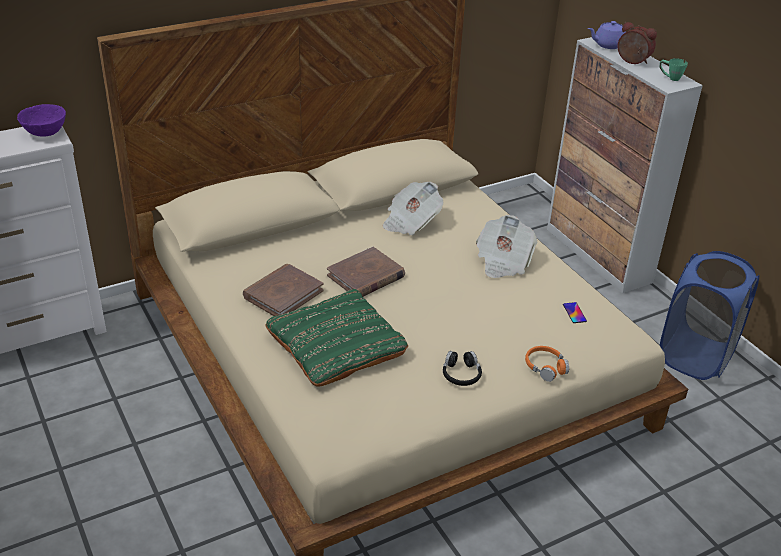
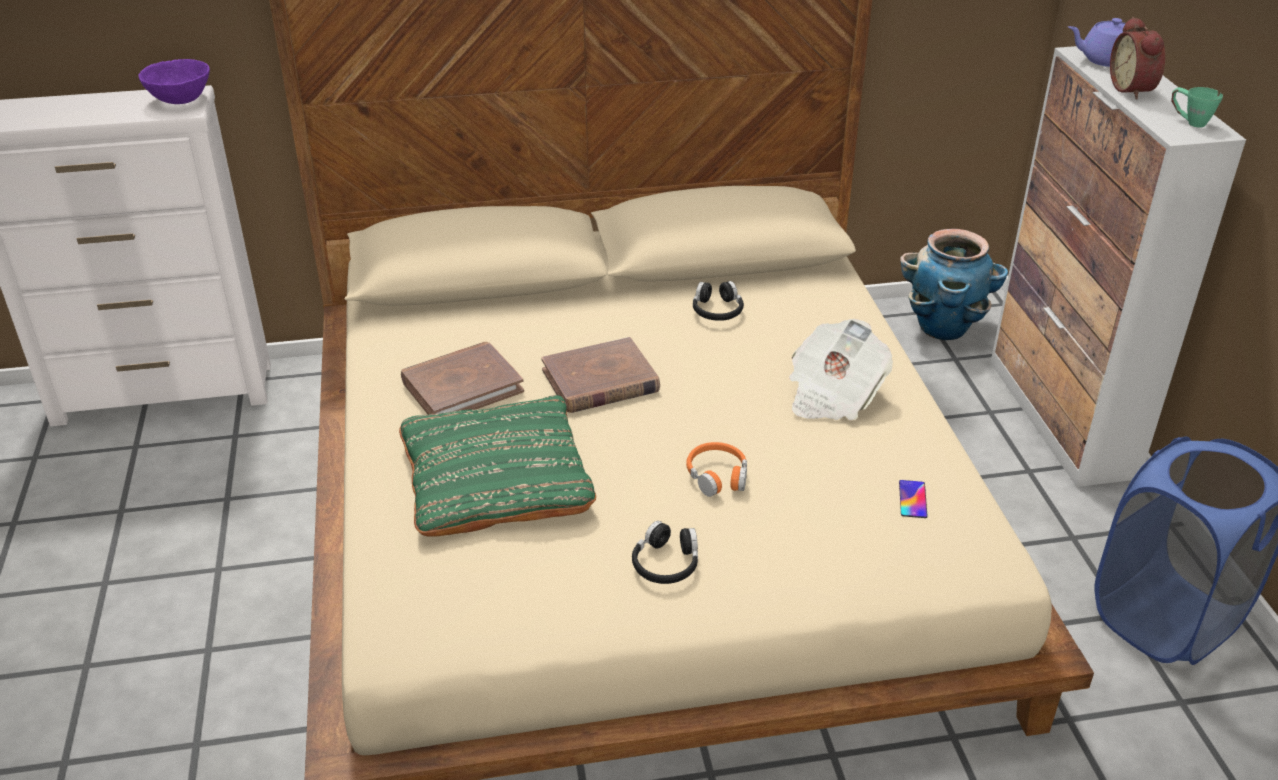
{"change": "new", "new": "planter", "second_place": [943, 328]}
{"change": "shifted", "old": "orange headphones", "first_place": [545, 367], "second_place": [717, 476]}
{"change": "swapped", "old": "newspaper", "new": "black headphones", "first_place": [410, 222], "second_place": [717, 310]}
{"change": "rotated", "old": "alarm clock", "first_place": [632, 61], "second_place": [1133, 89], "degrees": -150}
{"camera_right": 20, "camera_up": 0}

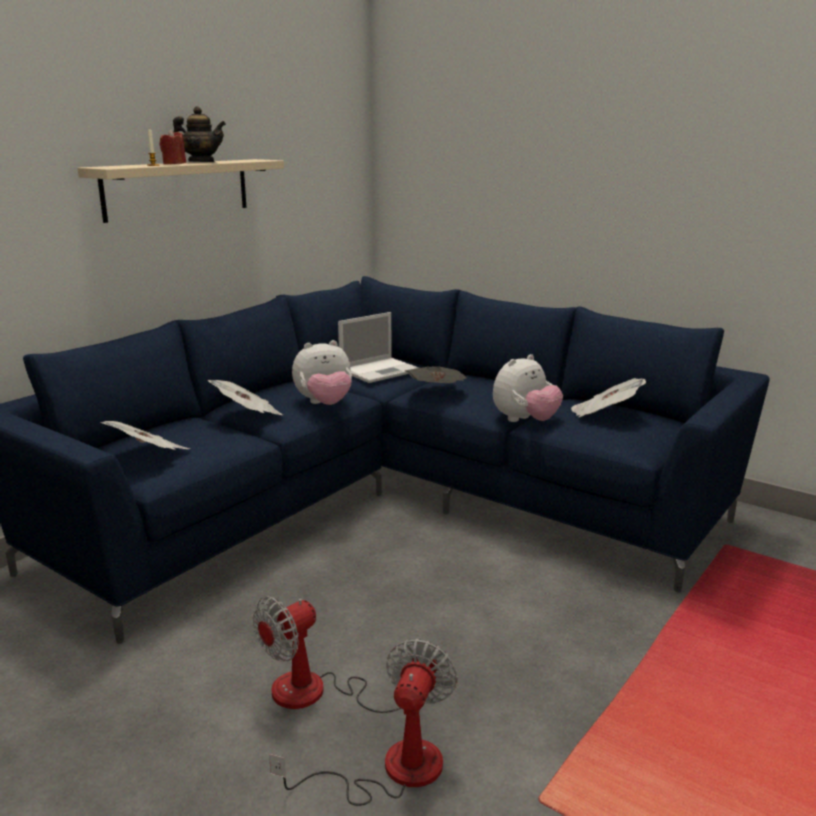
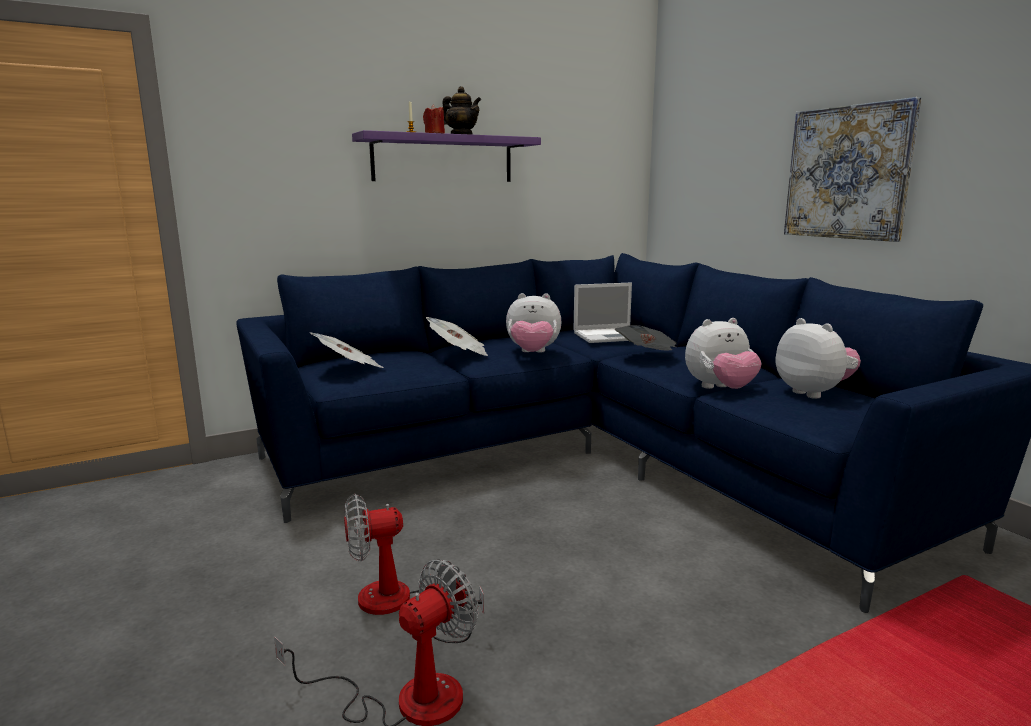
{"change": "new", "new": "picture", "second_place": [847, 173]}
{"change": "swapped", "old": "newspaper", "new": "plush toy", "first_place": [604, 415], "second_place": [813, 393]}
{"change": "repainted", "old": "beige shelf", "new": "purple shelf", "first_place": [177, 189], "second_place": [443, 159]}
{"camera_right": 25, "camera_up": -5}

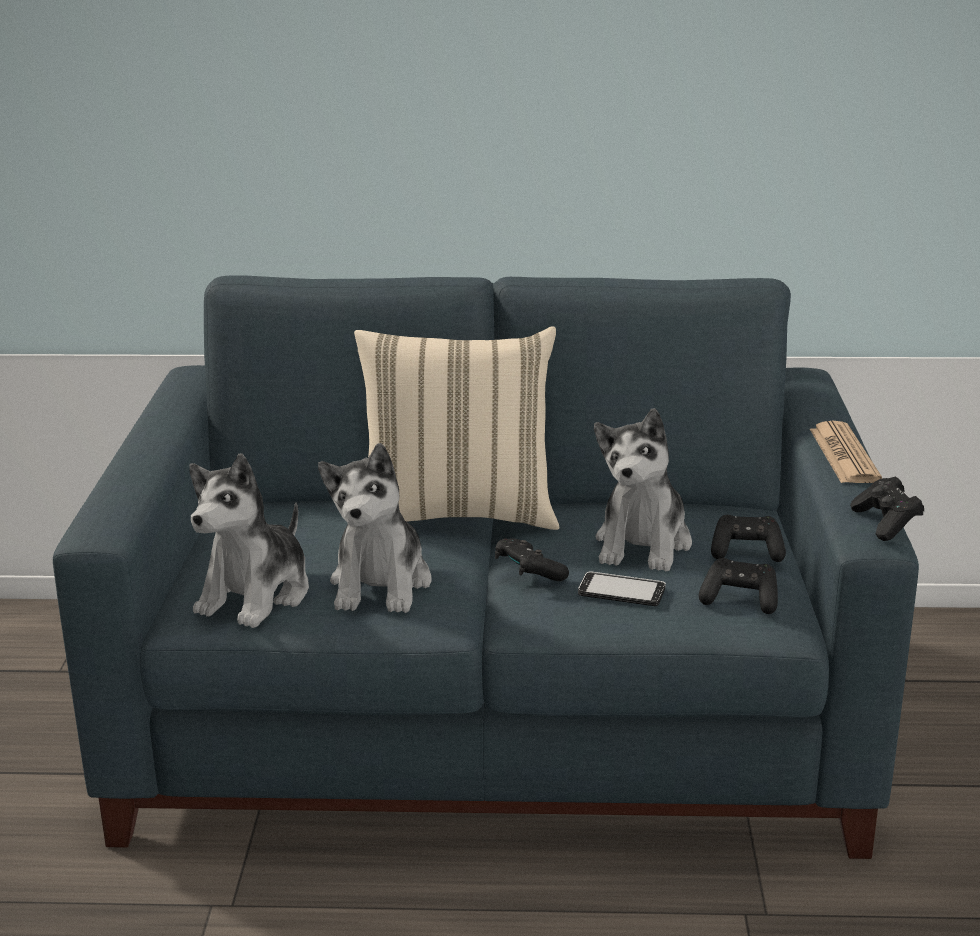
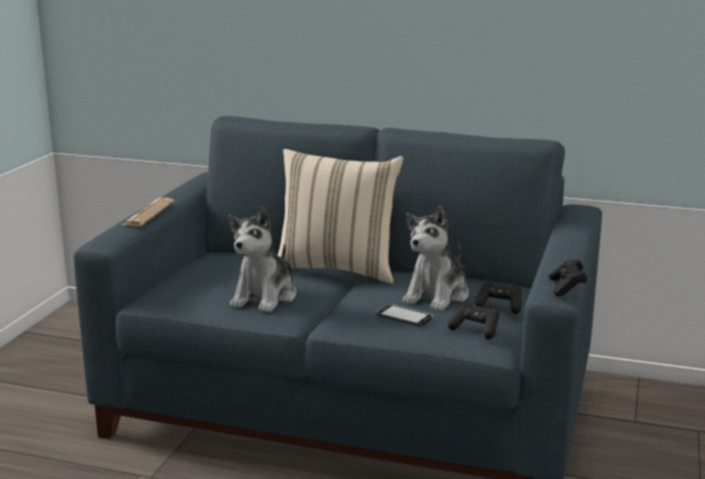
{"change": "gone", "old": "plush toy", "first_place": [256, 595]}
{"change": "gone", "old": "black game controller", "first_place": [528, 573]}
{"change": "shifted", "old": "newspaper", "first_place": [844, 455], "second_place": [148, 214]}
{"camera_right": 15, "camera_up": -5}

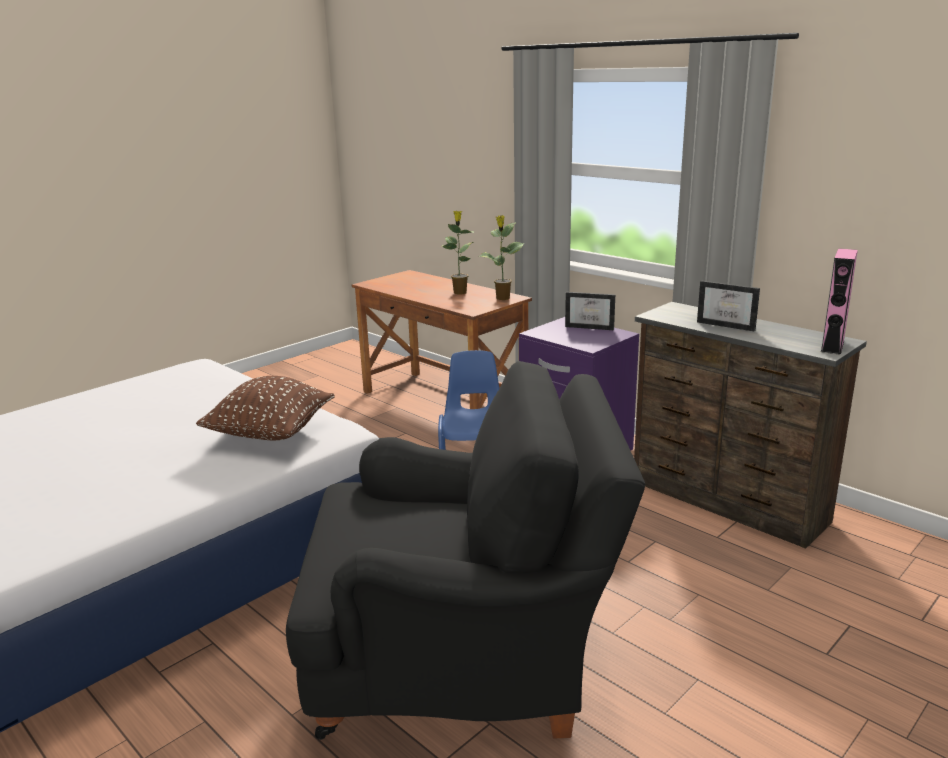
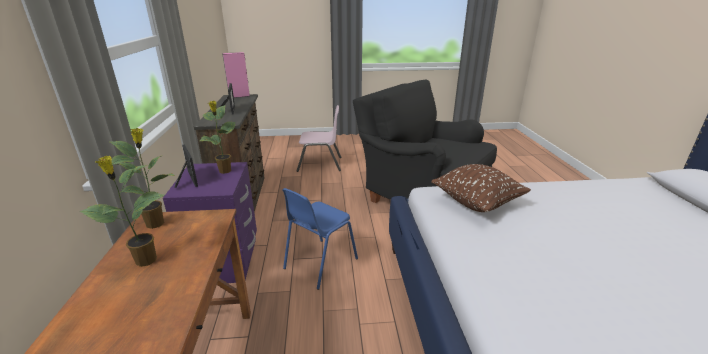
{"change": "new", "new": "potted plant", "second_place": [225, 171]}
{"change": "new", "new": "pink chair", "second_place": [320, 164]}
{"camera_right": -140, "camera_up": 5}

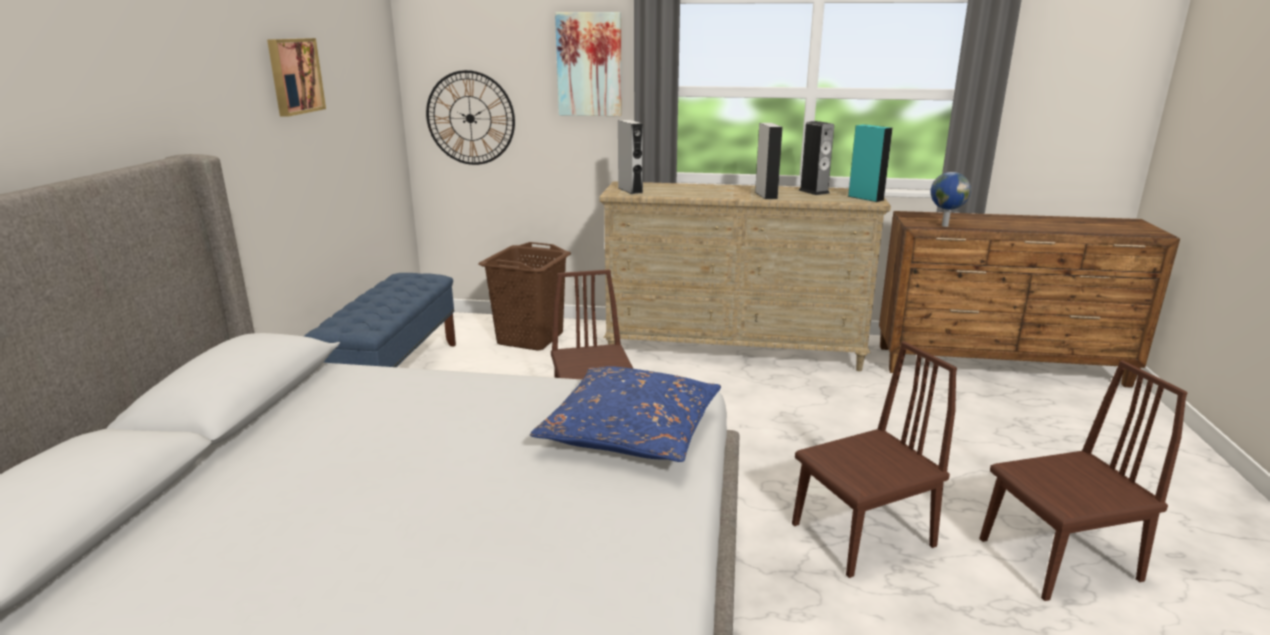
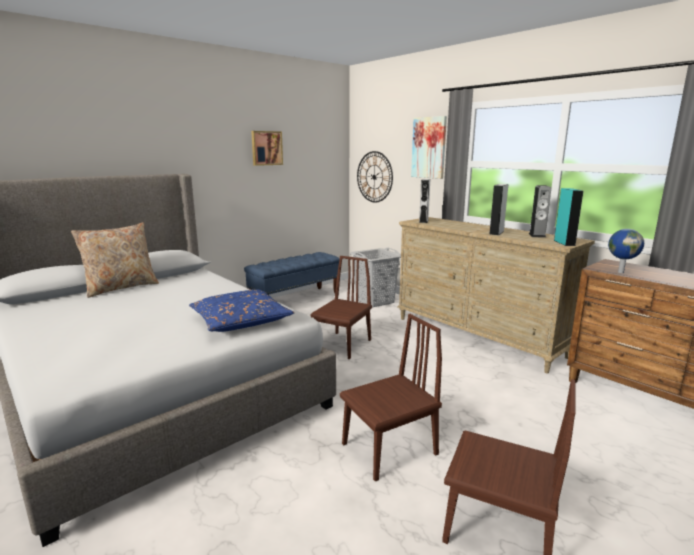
{"change": "new", "new": "beige pillow", "second_place": [121, 287]}
{"change": "repainted", "old": "brown laundry basket", "new": "grey laundry basket", "first_place": [530, 338], "second_place": [375, 301]}
{"change": "rotated", "old": "brown chair", "first_place": [862, 535], "second_place": [389, 449], "degrees": -45}
{"camera_right": 40, "camera_up": -5}

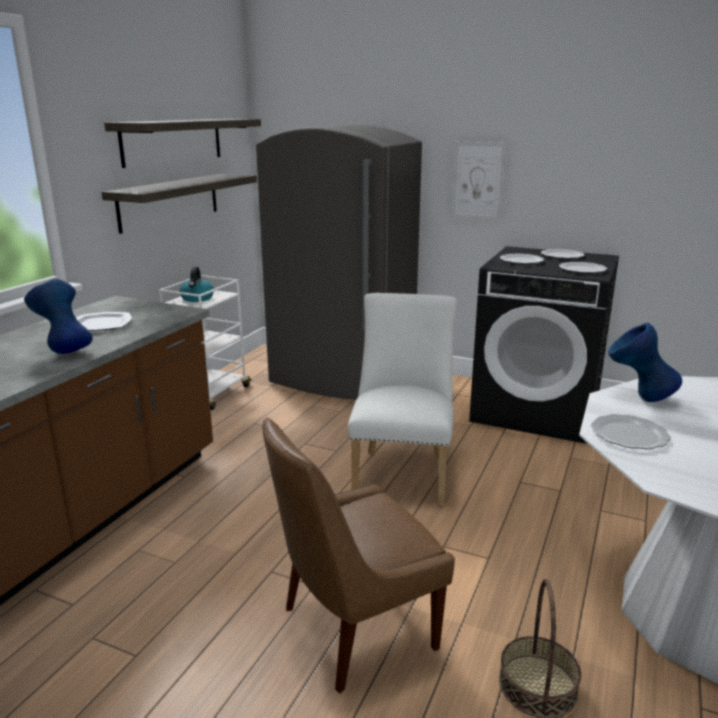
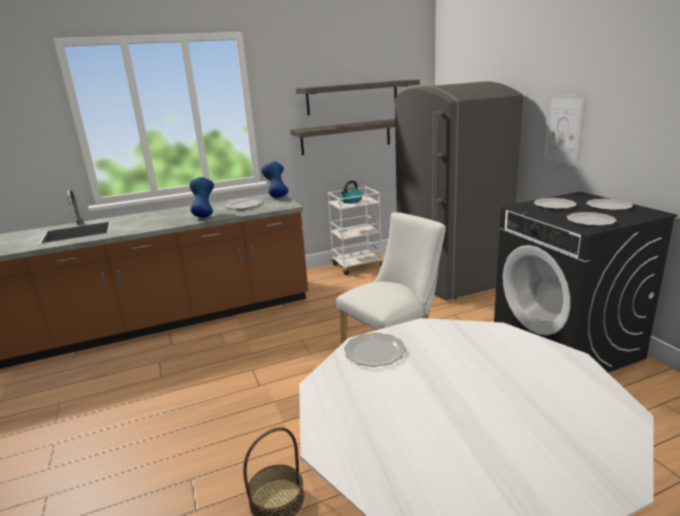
{"change": "gone", "old": "brown chair", "first_place": [353, 630]}
{"change": "shifted", "old": "blue vase", "first_place": [638, 398], "second_place": [276, 196]}
{"camera_right": 45, "camera_up": 0}

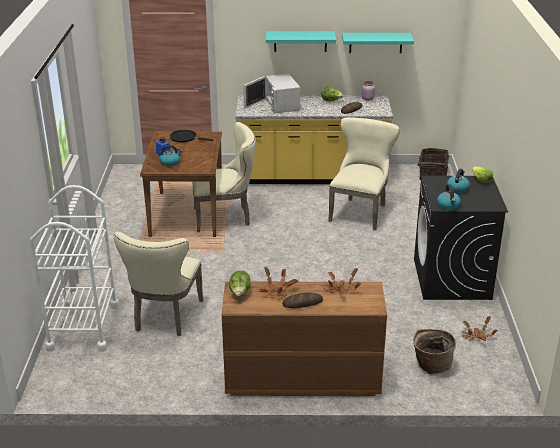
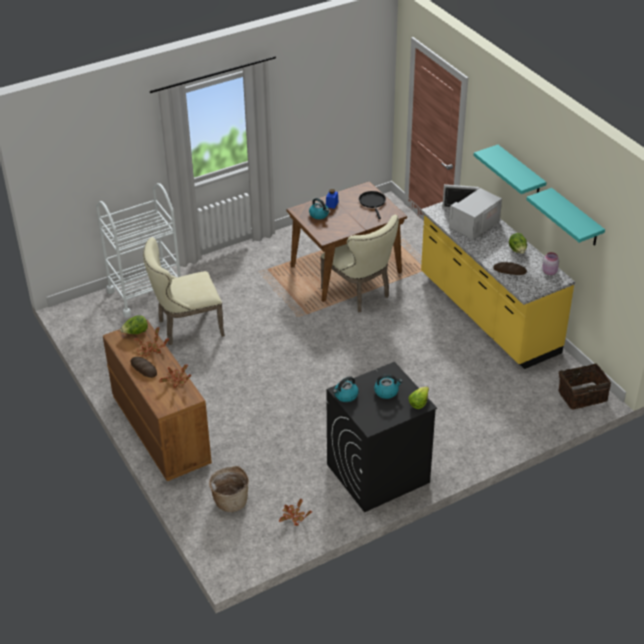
{"change": "gone", "old": "beige chair", "first_place": [360, 211]}
{"camera_right": 60, "camera_up": 10}

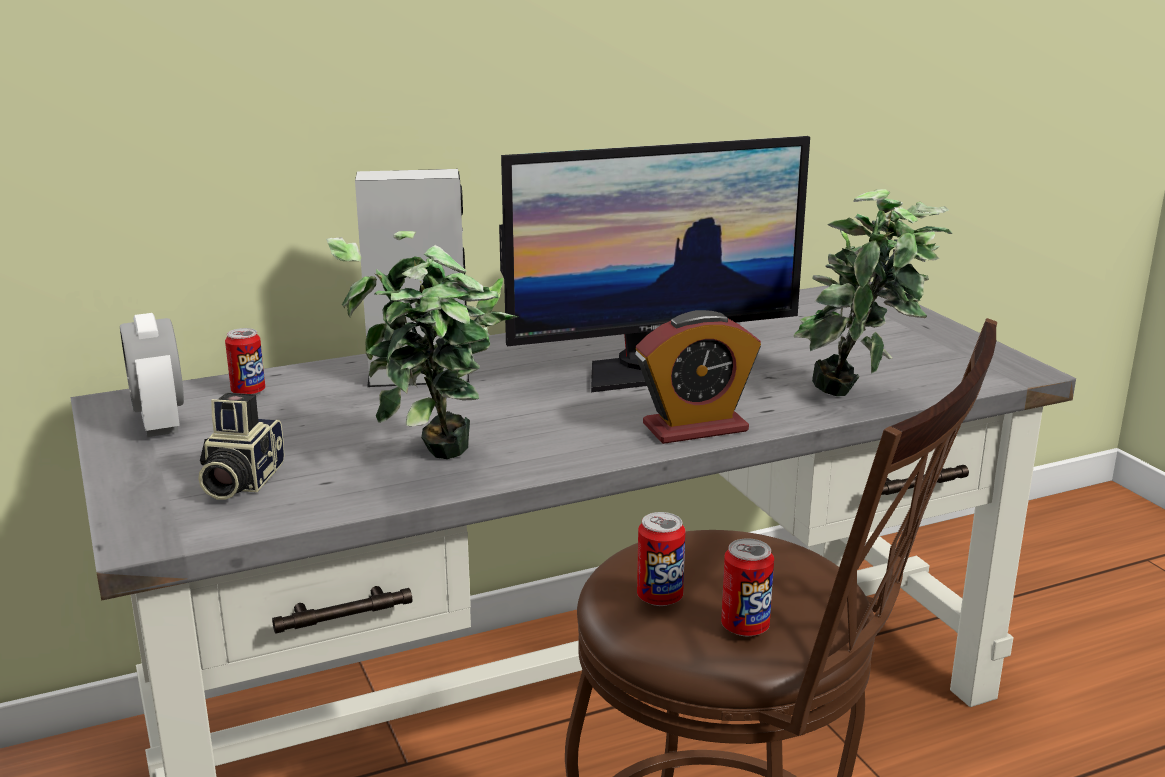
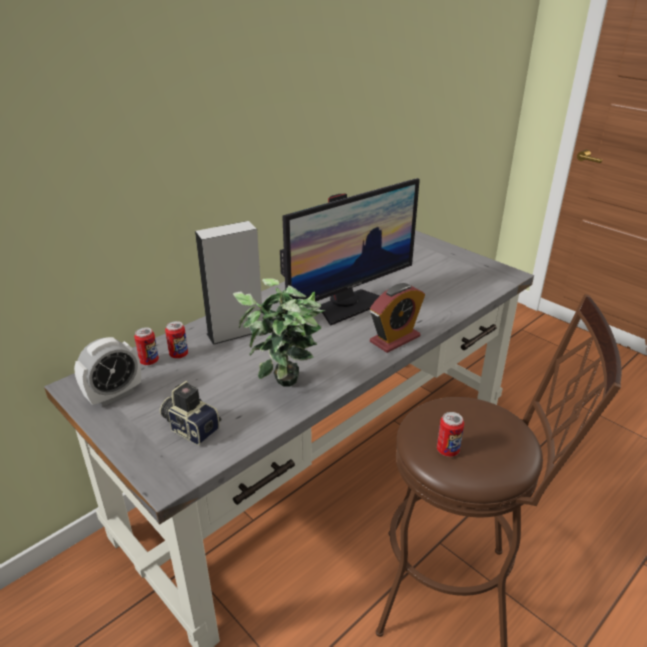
{"change": "gone", "old": "potted plant", "first_place": [859, 396]}
{"change": "shifted", "old": "can", "first_place": [745, 627], "second_place": [179, 354]}
{"change": "rotated", "old": "alarm clock", "first_place": [160, 423], "second_place": [114, 395], "degrees": -90}
{"change": "rotated", "old": "photo camera", "first_place": [239, 481], "second_place": [191, 427], "degrees": 135}
{"camera_right": -20, "camera_up": 10}

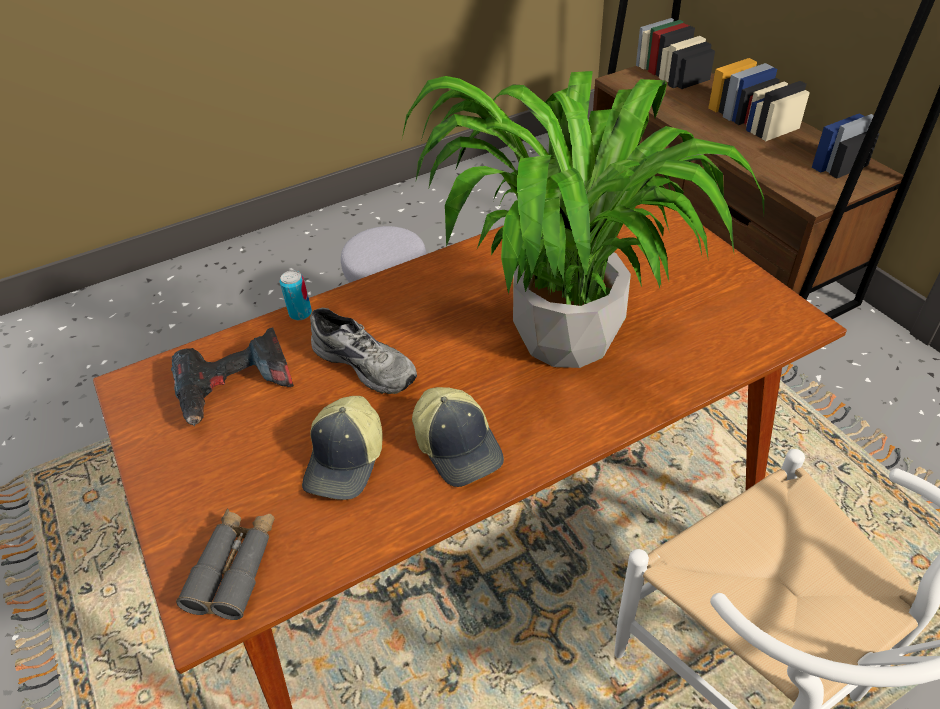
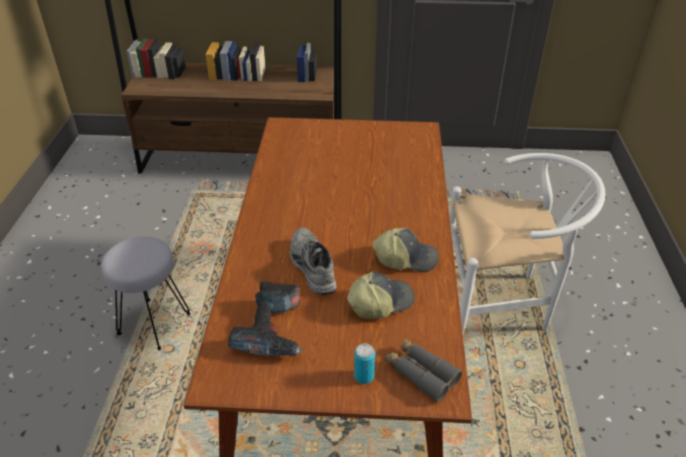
{"change": "gone", "old": "potted plant", "first_place": [569, 336]}
{"change": "shifted", "old": "can", "first_place": [300, 313], "second_place": [364, 376]}
{"change": "rotated", "old": "cap", "first_place": [347, 460], "second_place": [379, 302], "degrees": -75}
{"change": "rotated", "old": "grey shoe", "first_place": [367, 363], "second_place": [310, 267], "degrees": -90}
{"camera_right": -60, "camera_up": -5}

